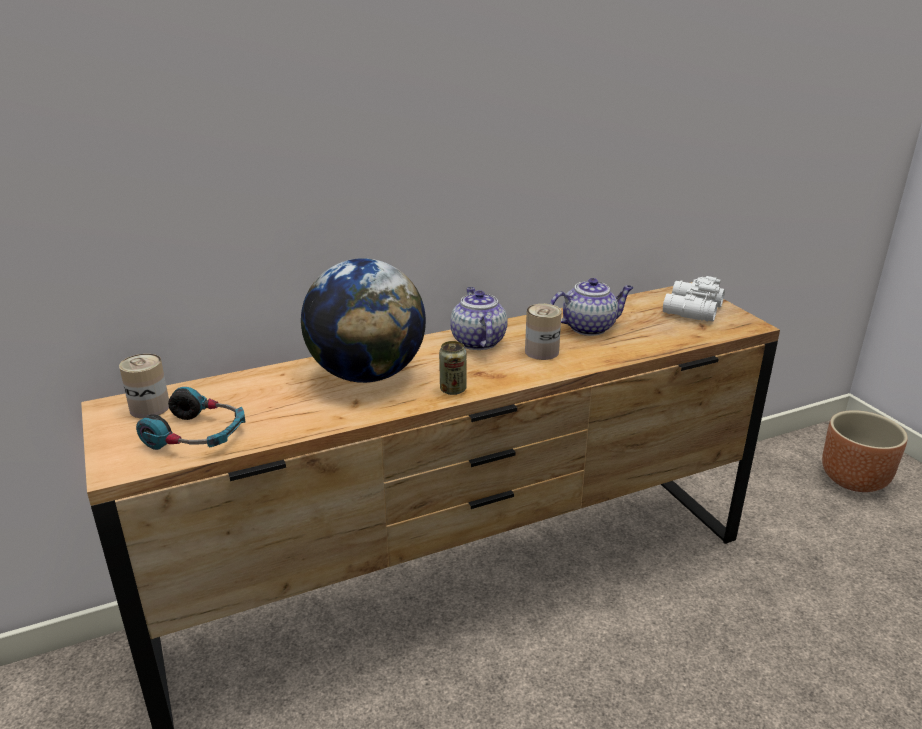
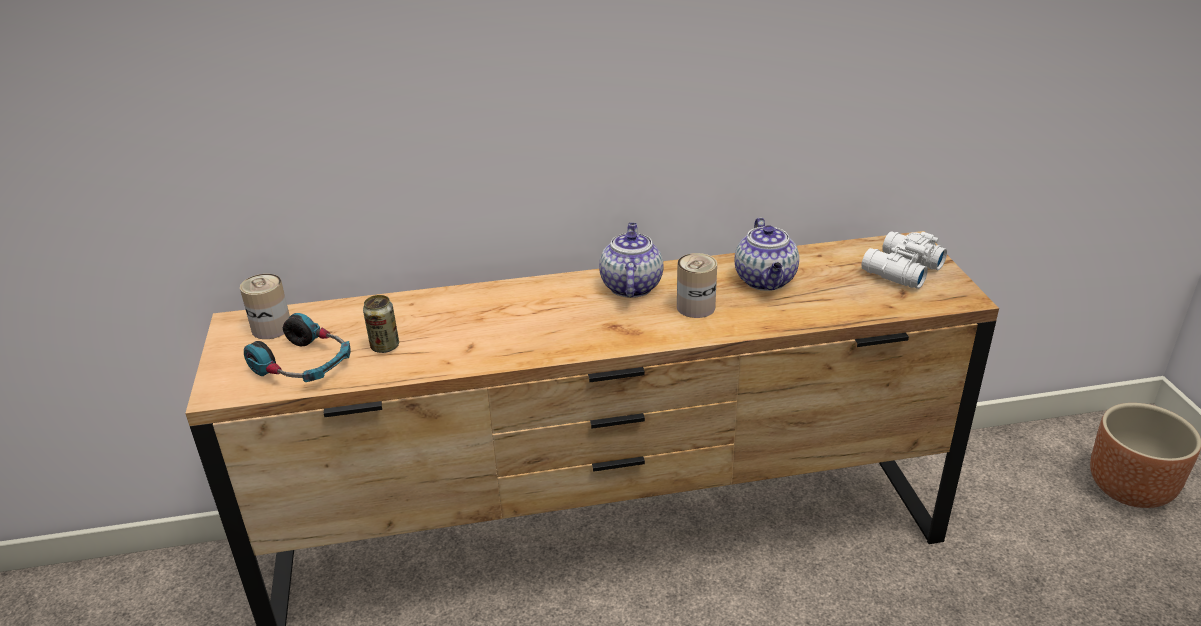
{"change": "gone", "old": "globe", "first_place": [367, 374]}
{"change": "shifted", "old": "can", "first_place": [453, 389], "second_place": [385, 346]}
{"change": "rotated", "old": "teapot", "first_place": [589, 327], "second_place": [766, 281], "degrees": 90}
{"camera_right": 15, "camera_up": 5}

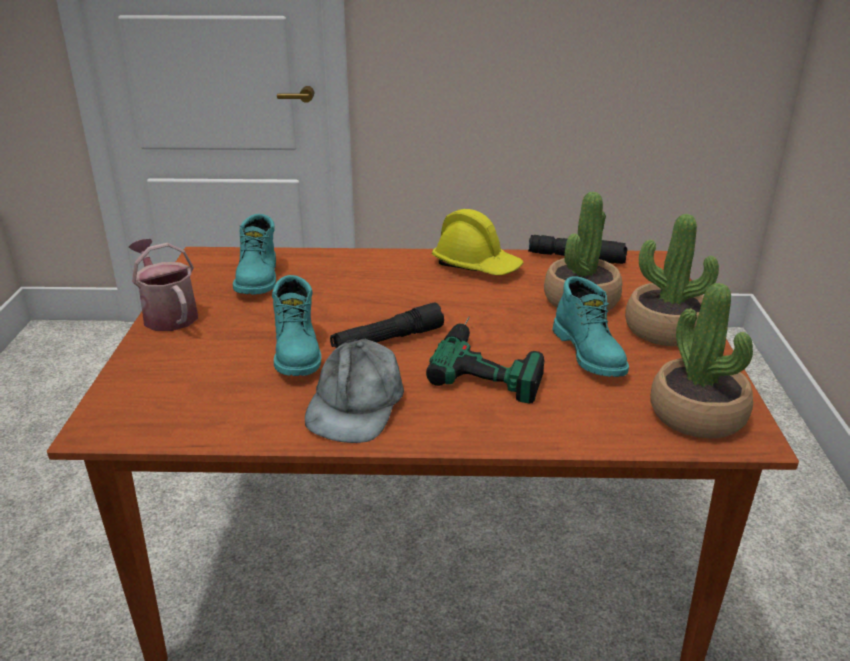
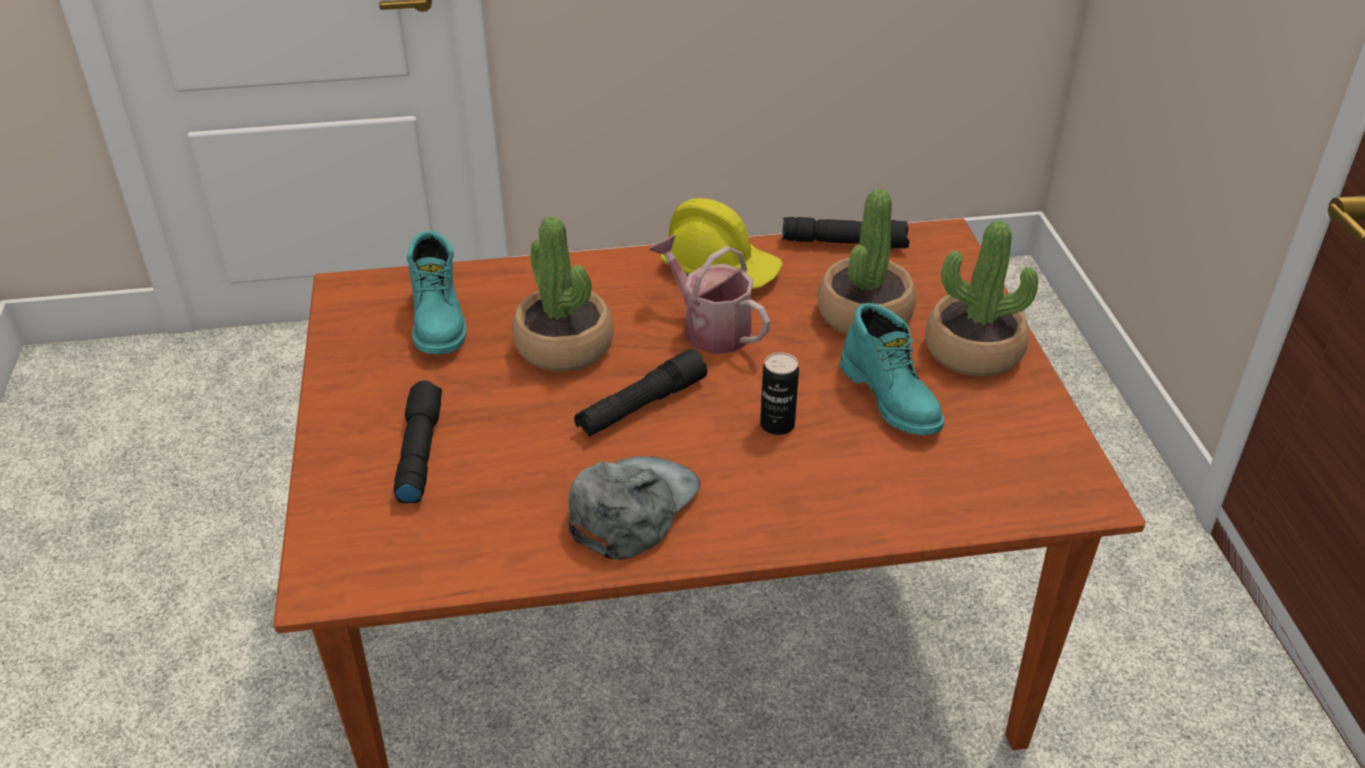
{"change": "gone", "old": "turquoise boot", "first_place": [298, 352]}
{"change": "new", "new": "black flashlight", "second_place": [418, 452]}
{"change": "shifted", "old": "watering can", "first_place": [167, 314], "second_place": [709, 328]}
{"change": "shifted", "old": "potted plant", "first_place": [697, 414], "second_place": [564, 346]}
{"change": "swapped", "old": "power drill", "new": "can", "first_place": [491, 362], "second_place": [777, 425]}
{"change": "rotated", "old": "grey cap", "first_place": [356, 404], "second_place": [631, 508], "degrees": -150}
{"camera_right": -10, "camera_up": 10}

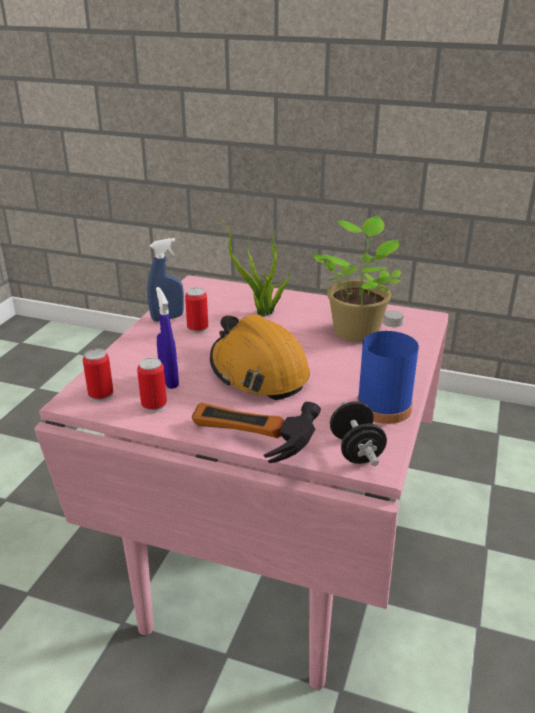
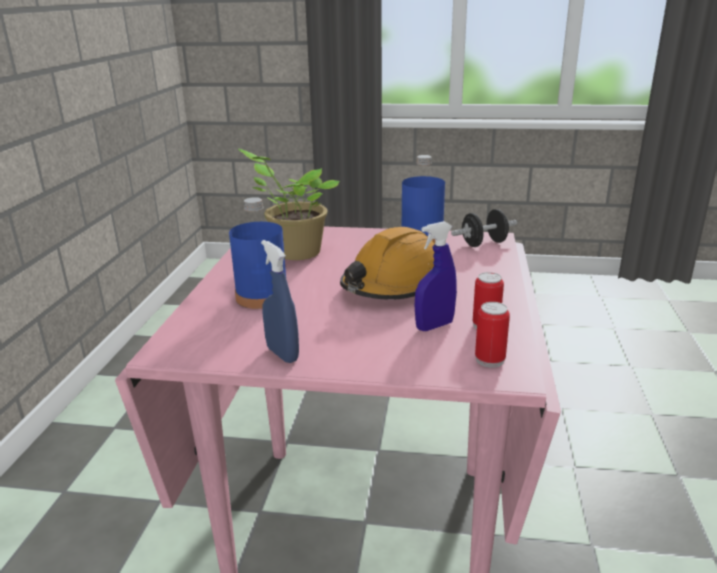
{"change": "gone", "old": "can", "first_place": [197, 329]}
{"change": "gone", "old": "hammer", "first_place": [247, 446]}
{"change": "swapped", "old": "potted plant", "new": "blue bottle", "first_place": [263, 313], "second_place": [262, 296]}
{"camera_right": -100, "camera_up": -5}

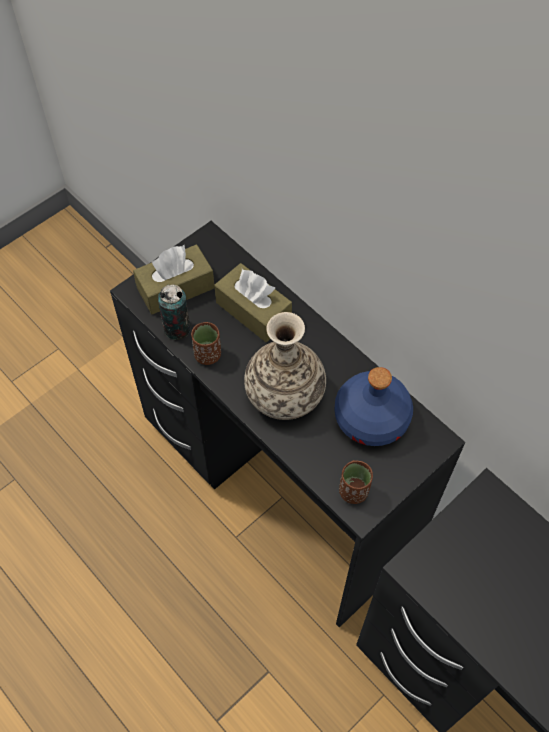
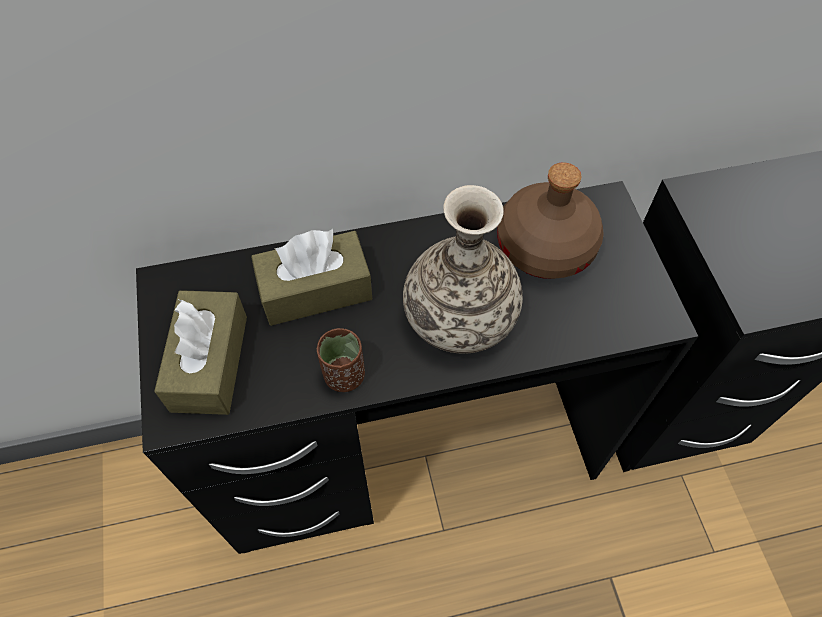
{"change": "gone", "old": "can", "first_place": [177, 329]}
{"change": "gone", "old": "brown cup", "first_place": [353, 491]}
{"change": "repainted", "old": "blue bottle", "new": "brown bottle", "first_place": [372, 418], "second_place": [546, 246]}
{"camera_right": -60, "camera_up": 0}

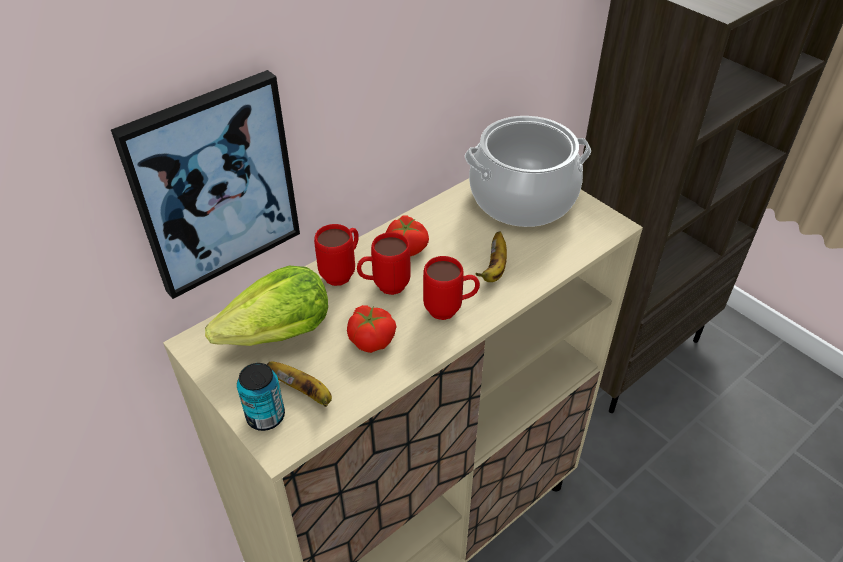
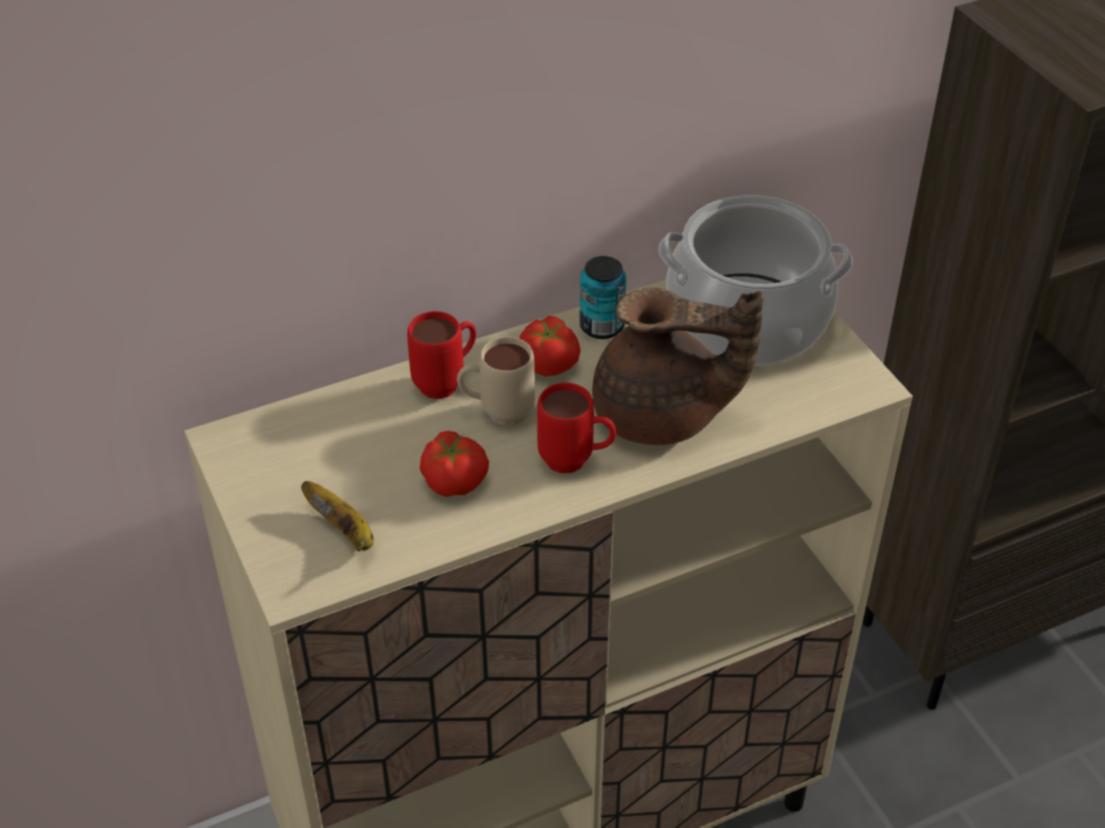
{"change": "gone", "old": "picture", "first_place": [214, 185]}
{"change": "gone", "old": "lettuce", "first_place": [279, 334]}
{"change": "shifted", "old": "can", "first_place": [266, 416], "second_place": [601, 326]}
{"change": "swapped", "old": "banana", "new": "brown teapot", "first_place": [494, 269], "second_place": [662, 416]}
{"change": "repainted", "old": "red mug", "new": "beige mug", "first_place": [384, 287], "second_place": [497, 413]}
{"camera_right": 15, "camera_up": 0}

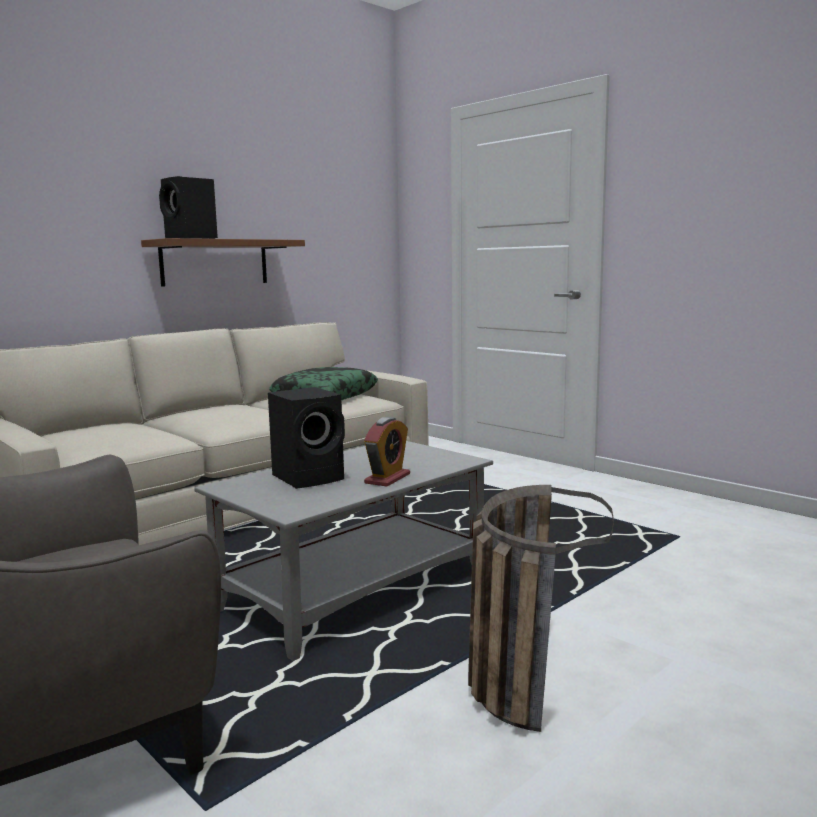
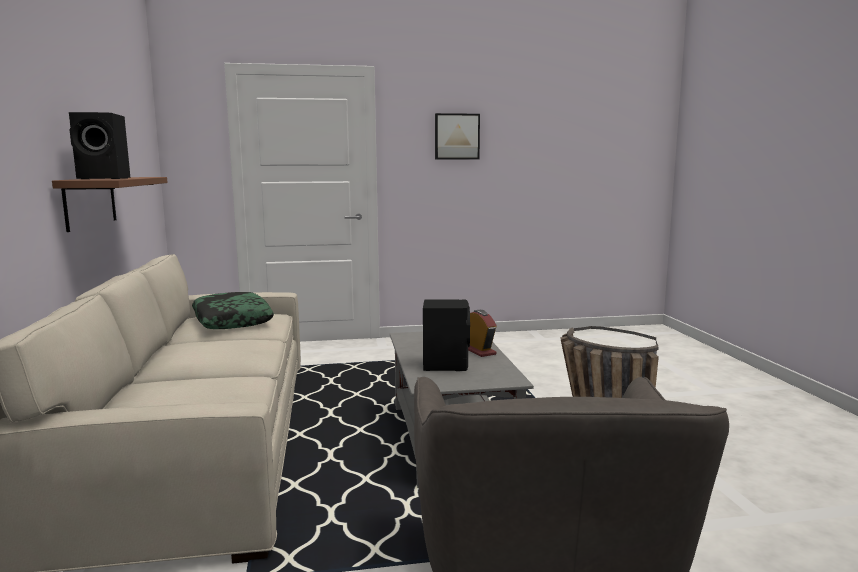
{"change": "new", "new": "picture", "second_place": [456, 136]}
{"camera_right": -55, "camera_up": 0}

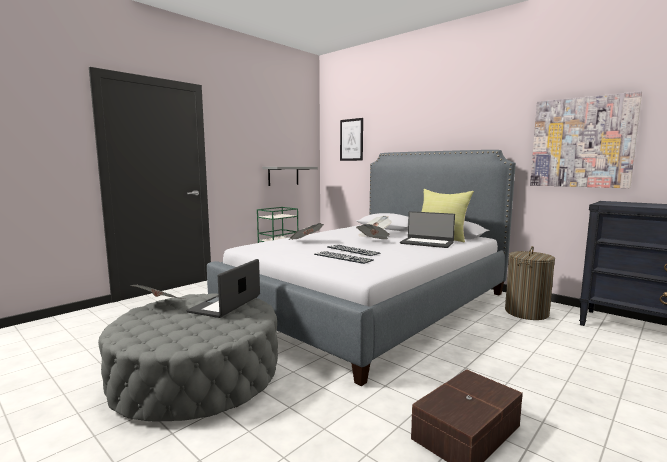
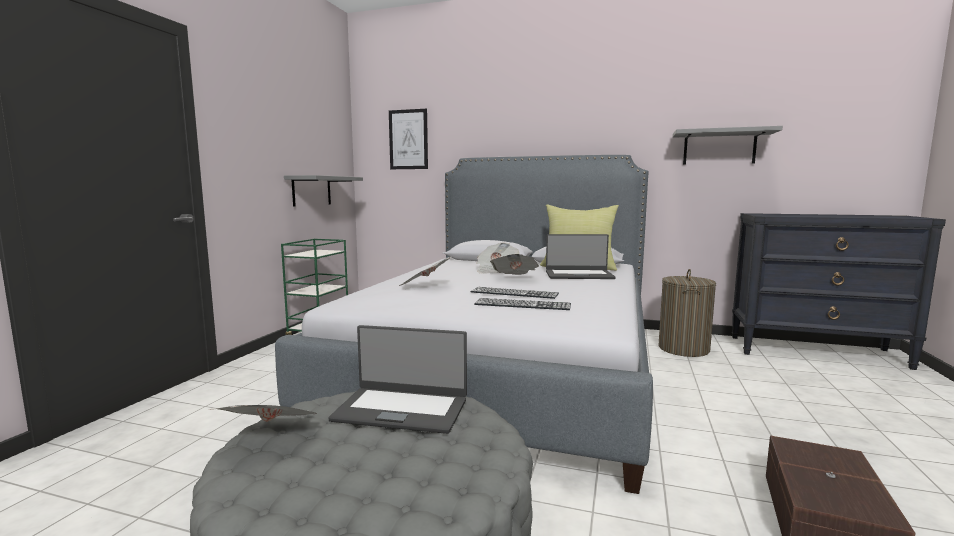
{"change": "swapped", "old": "picture", "new": "grey shelf", "first_place": [581, 142], "second_place": [719, 148]}
{"change": "rotated", "old": "laptop", "first_place": [226, 304], "second_place": [401, 409], "degrees": -75}
{"camera_right": -25, "camera_up": 0}

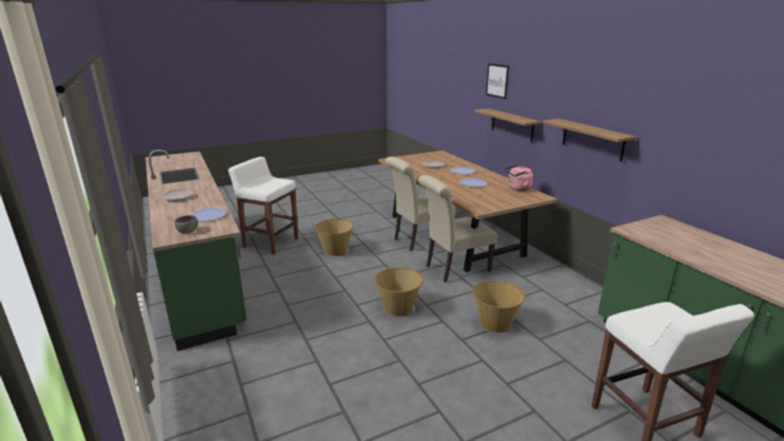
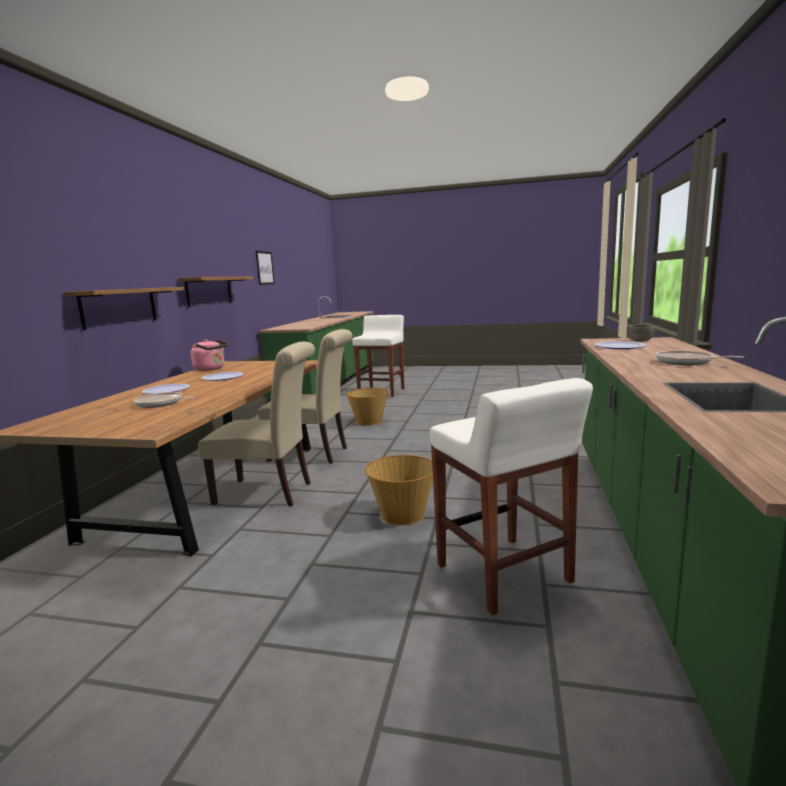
{"change": "gone", "old": "basket", "first_place": [398, 308]}
{"change": "shifted", "old": "picture", "first_place": [497, 80], "second_place": [264, 268]}
{"camera_right": -140, "camera_up": -10}

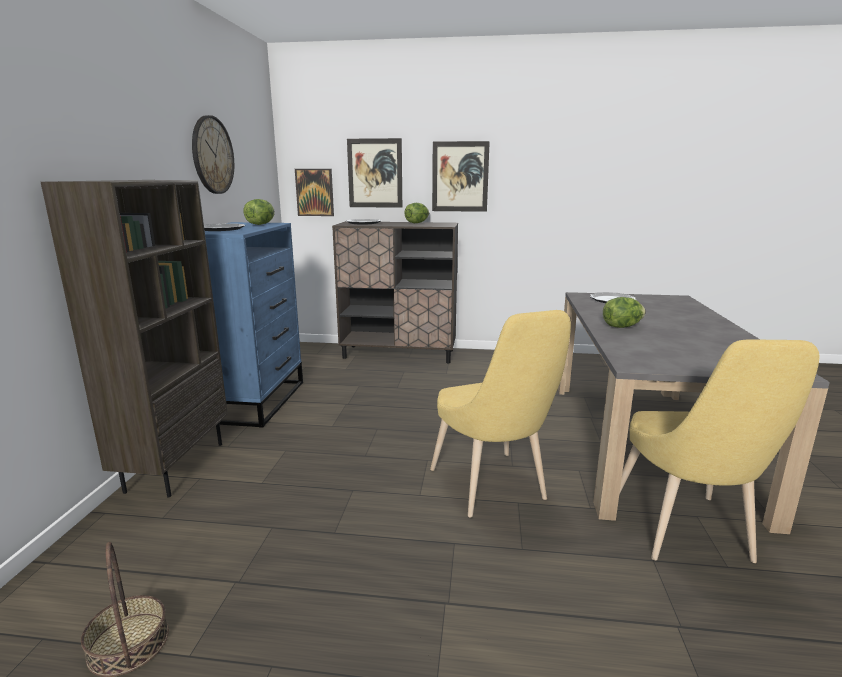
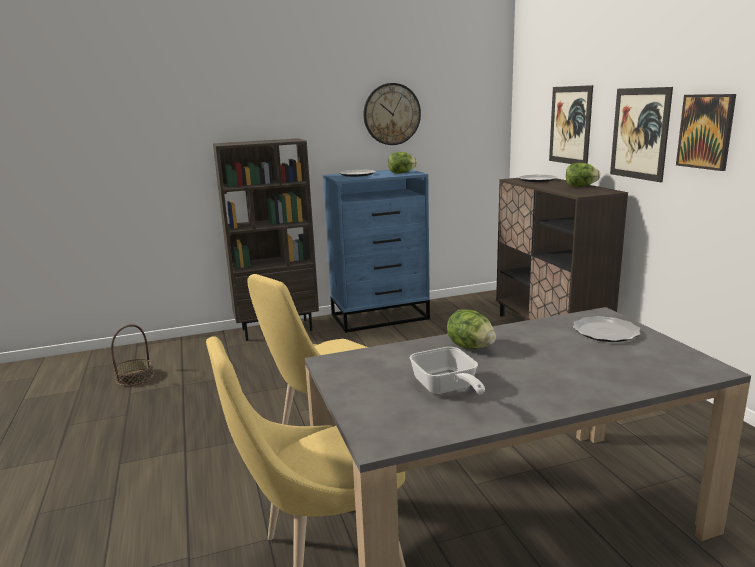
{"change": "new", "new": "frying pan", "second_place": [446, 389]}
{"change": "shifted", "old": "picture", "first_place": [315, 192], "second_place": [706, 131]}
{"camera_right": 65, "camera_up": 0}

